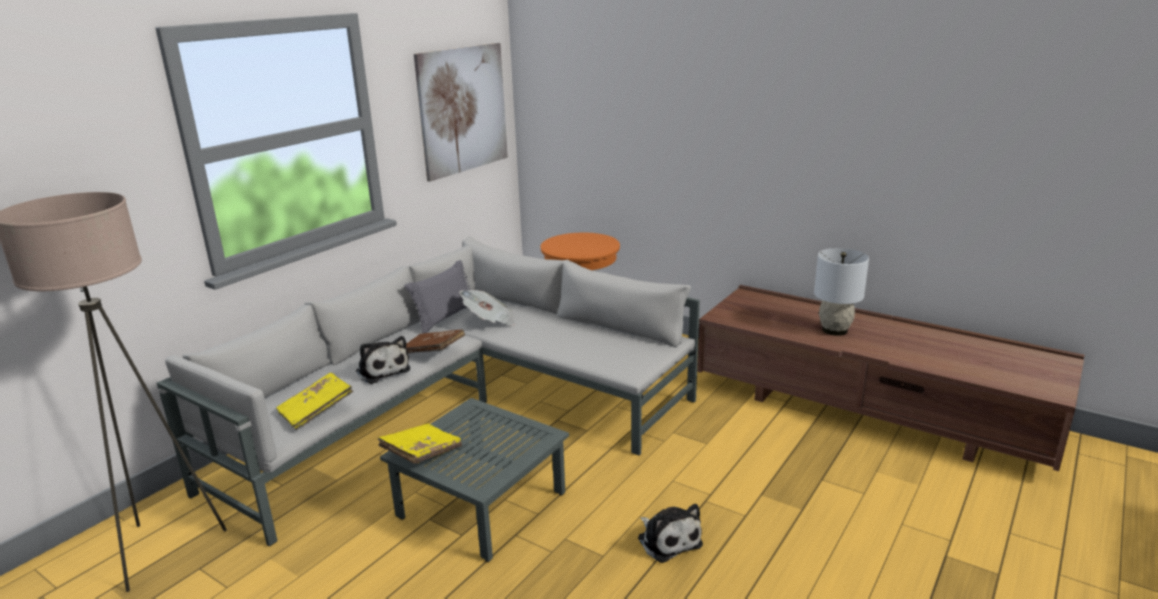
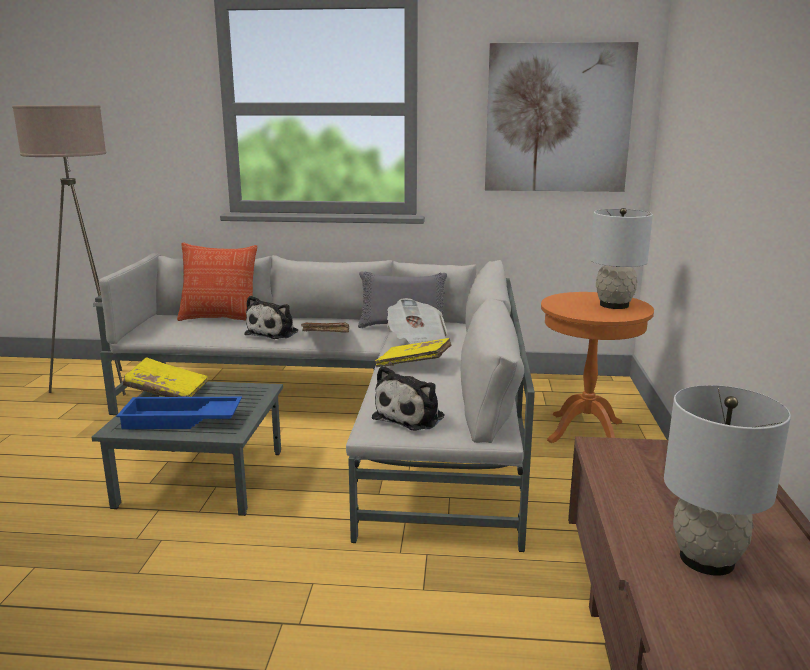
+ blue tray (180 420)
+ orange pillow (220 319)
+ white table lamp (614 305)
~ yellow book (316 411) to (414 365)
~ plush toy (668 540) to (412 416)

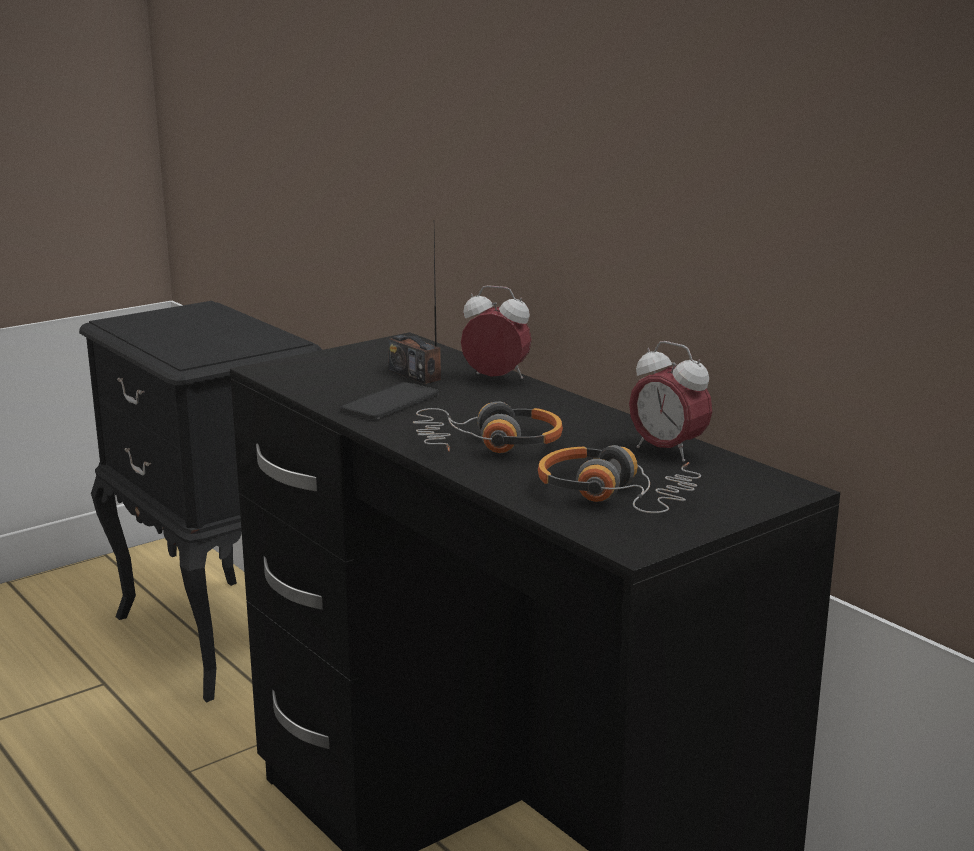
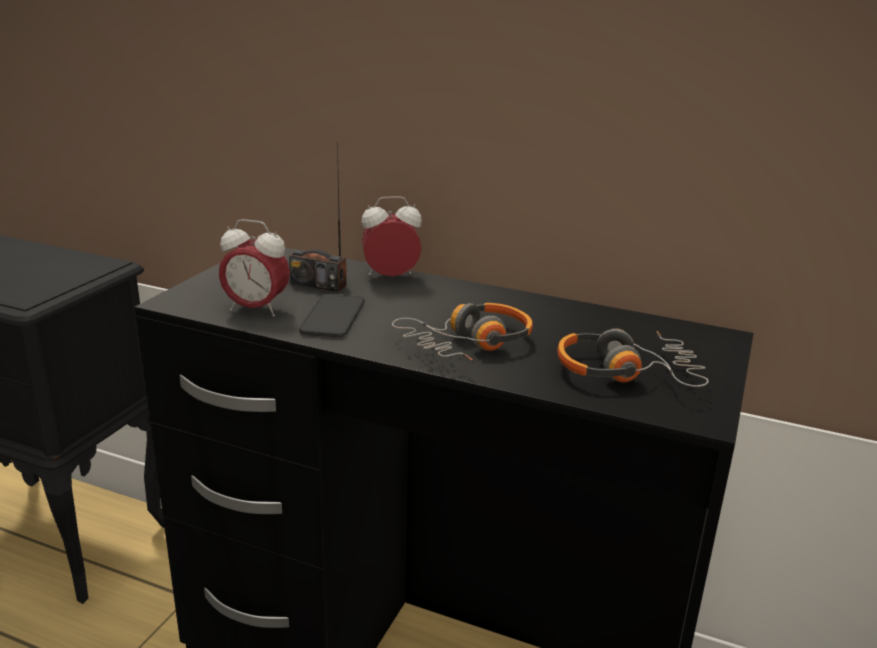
~ alarm clock (667 451) to (256 309)

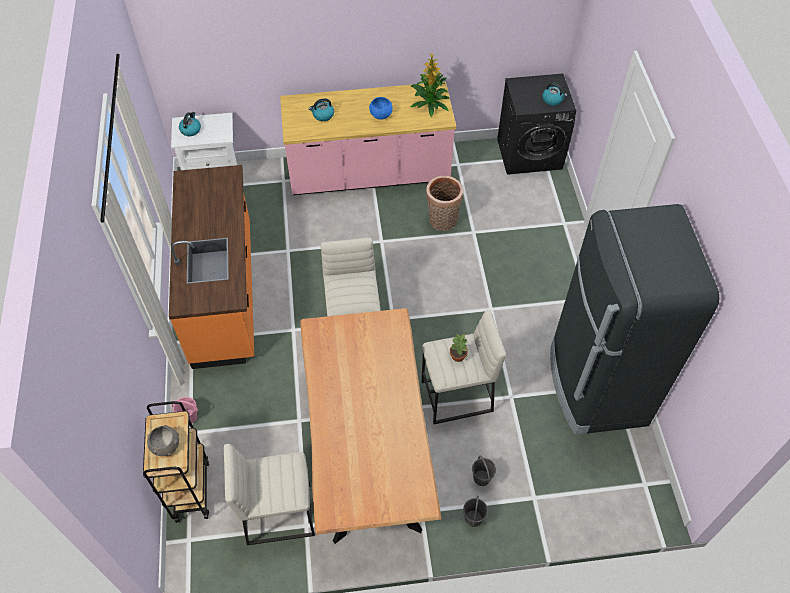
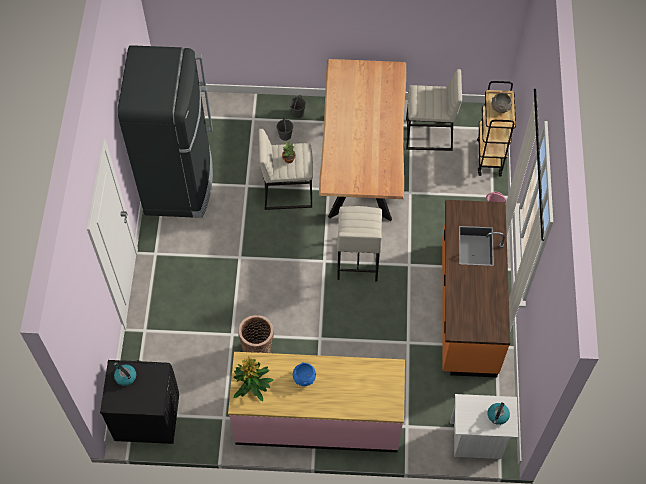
- kettle (323 115)

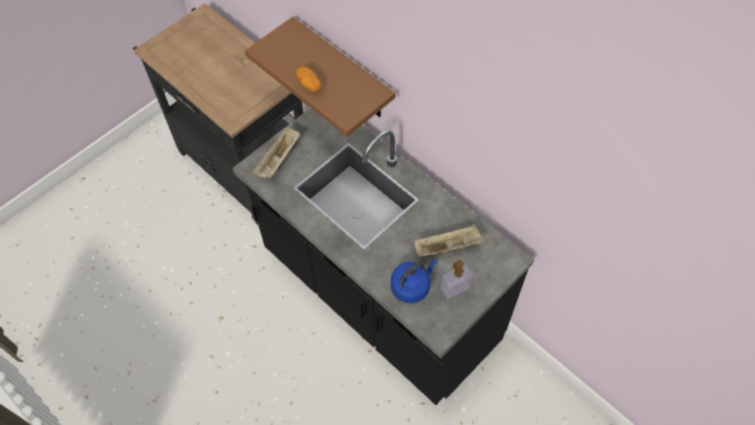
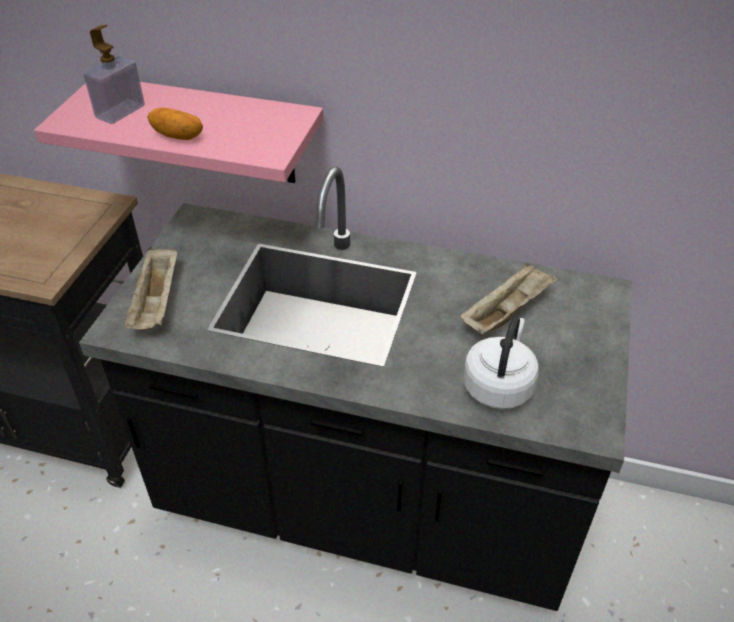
~ soap dispenser (455 288) to (120 112)
~ brown shelf (343 71) to pink shelf (211 131)
~ blue kettle (412 286) to white kettle (499 385)

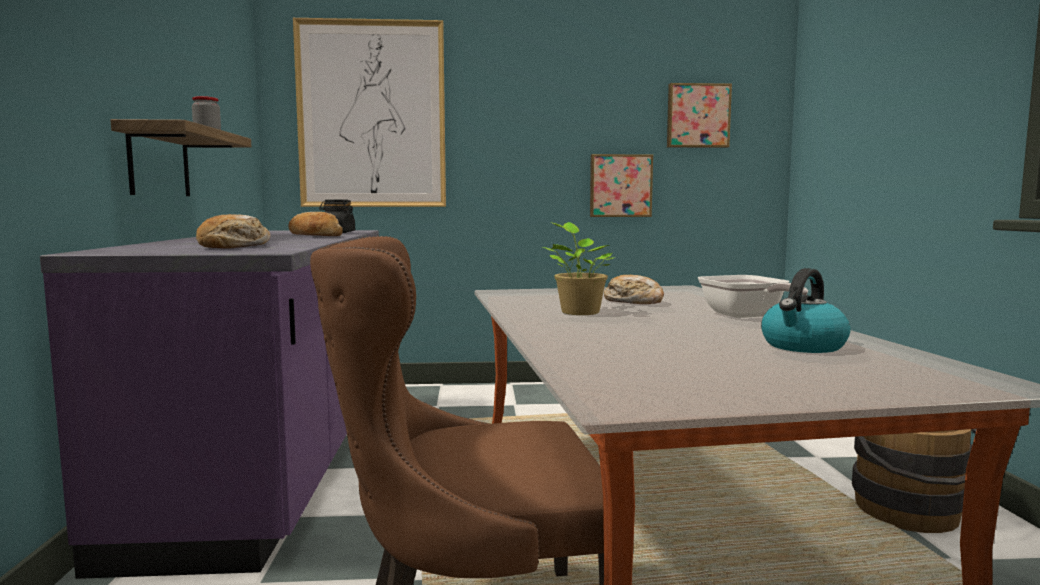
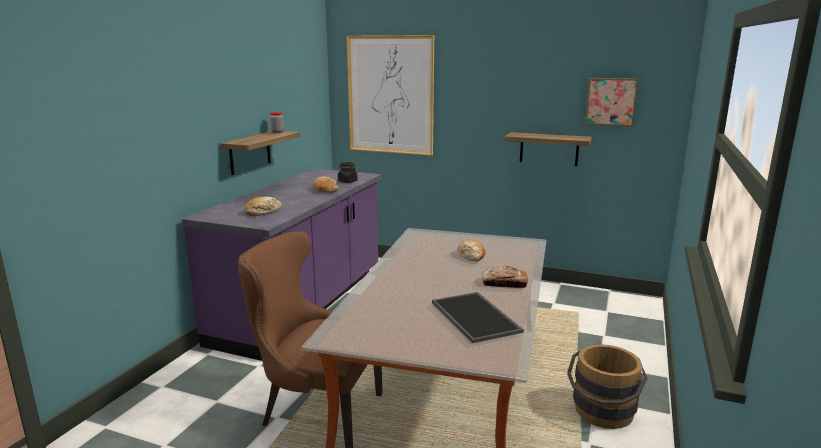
- potted plant (579 312)
~ picture (620 186) to shelf (549 149)
~ frying pan (746 316) to bread (504 283)
~ kettle (803 346) to tray (477 317)

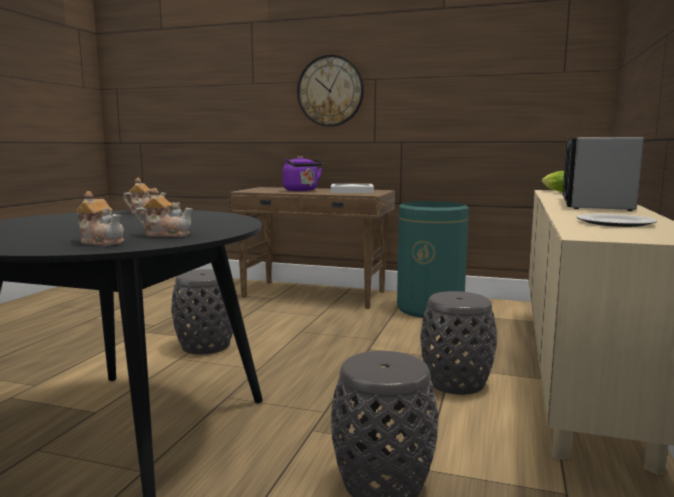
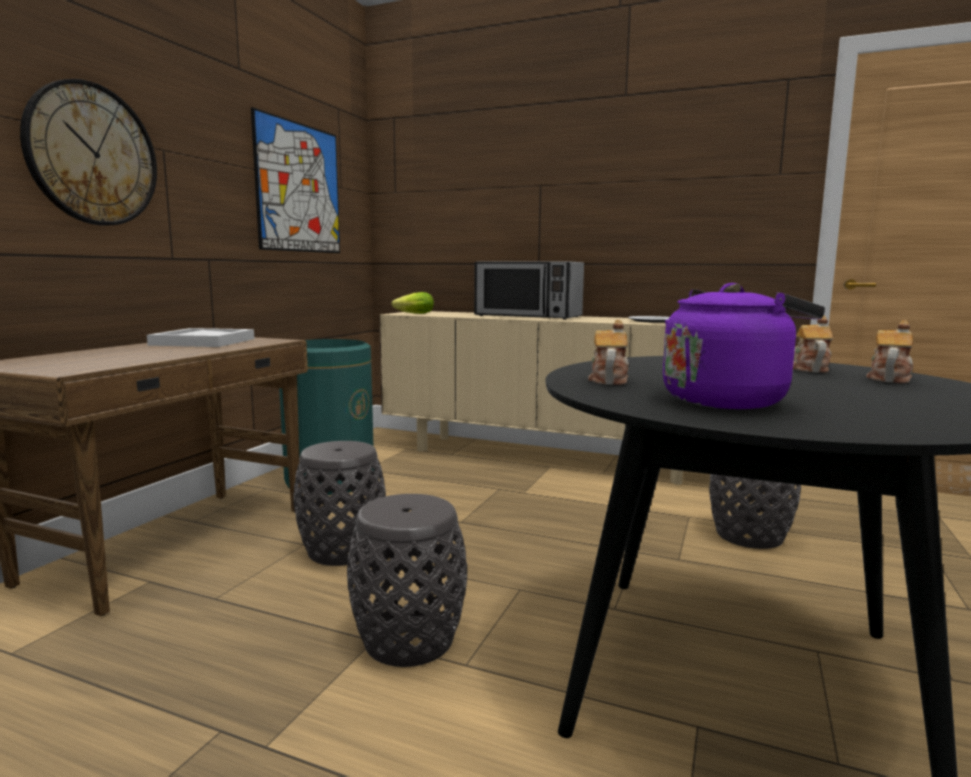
+ picture (299 188)
~ purple kettle (302 190) to (728 400)
~ grey stool (456 383) to (342 551)

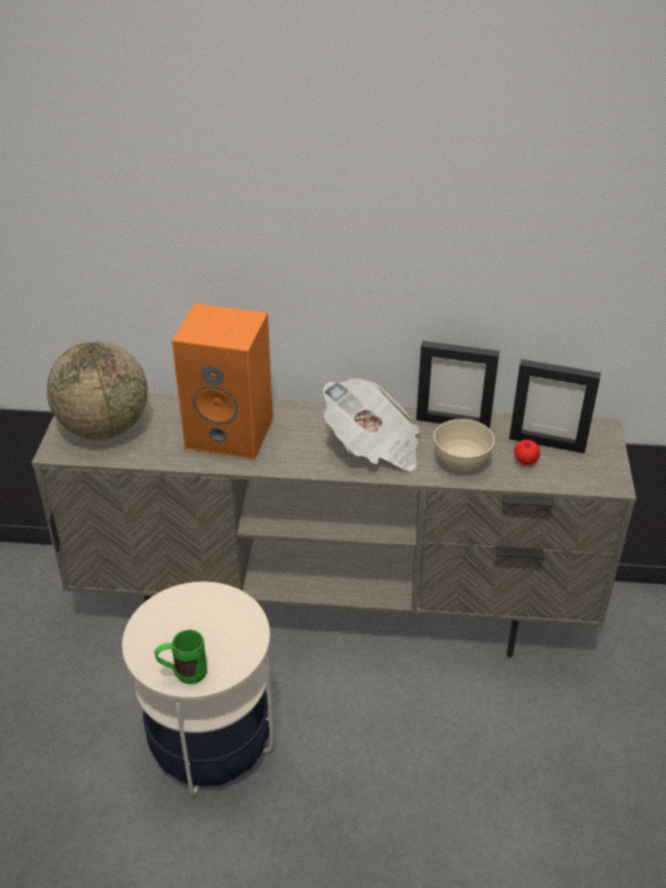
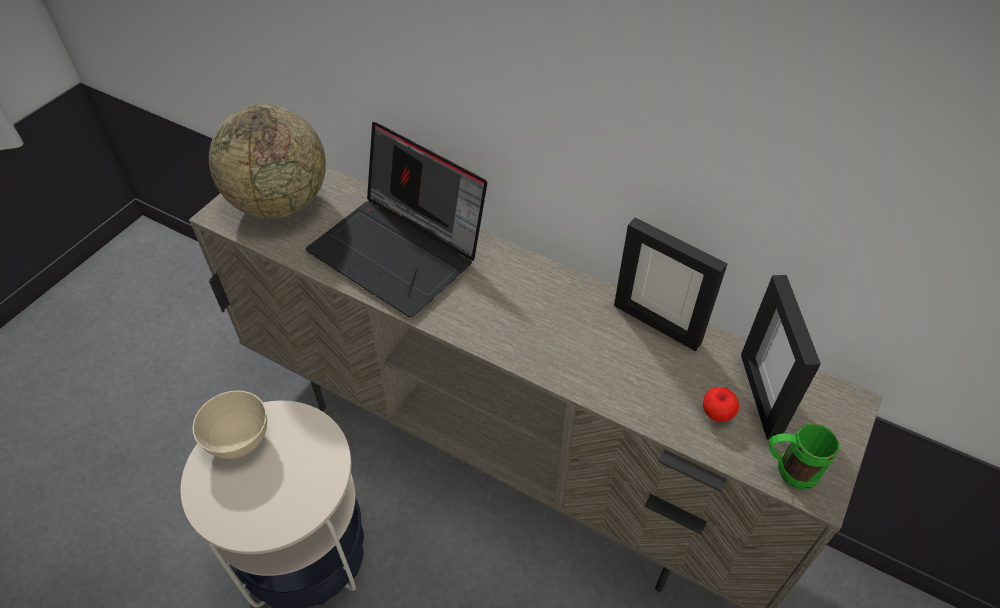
- newspaper (373 446)
~ green mug (183 674) to (787 471)
~ beige bowl (461 462) to (240 441)
~ orange speaker (232 433) to laptop (400 252)
~ picture frame (547 442) = (762 395) 45 degrees clockwise

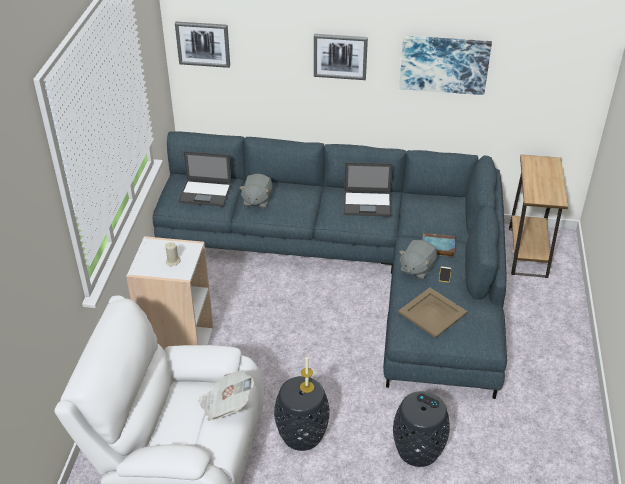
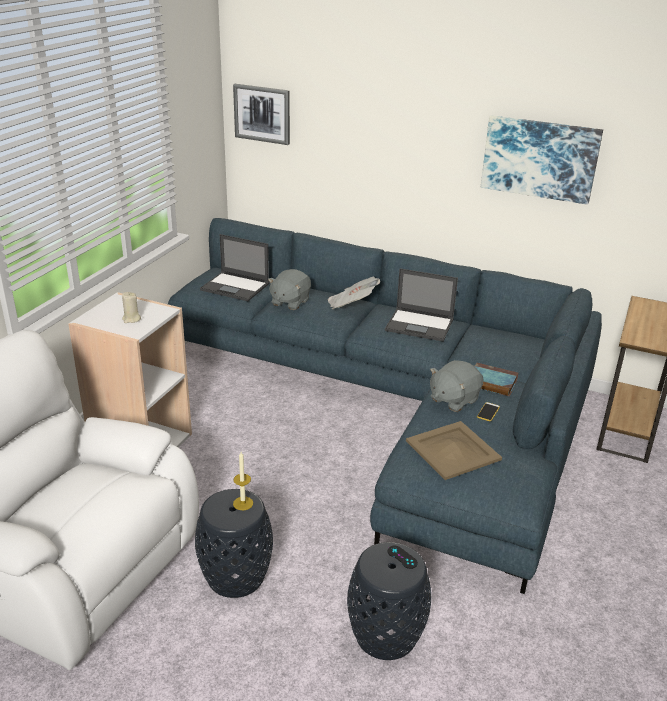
- picture (340 56)
~ newspaper (226 404) to (351 305)

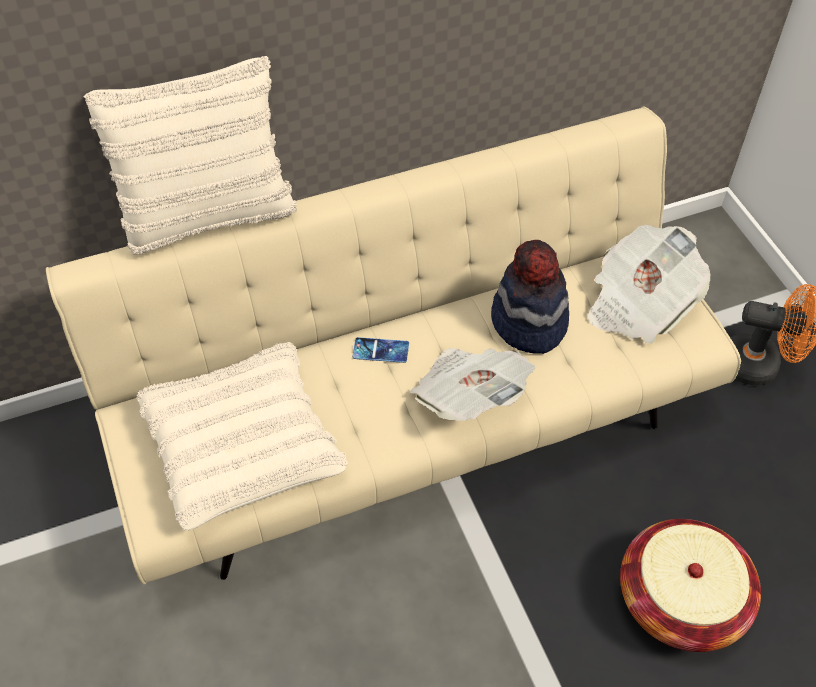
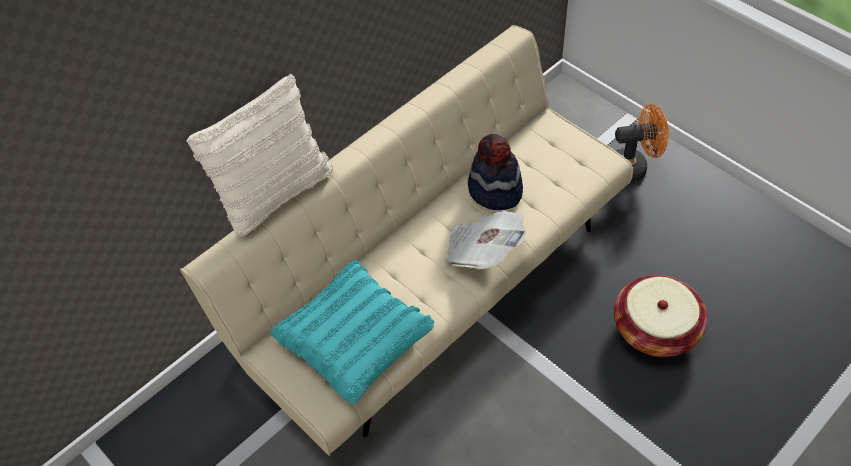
- phone (381 350)
- newspaper (639 303)
~ beige pillow (243 444) to turquoise pillow (355 338)

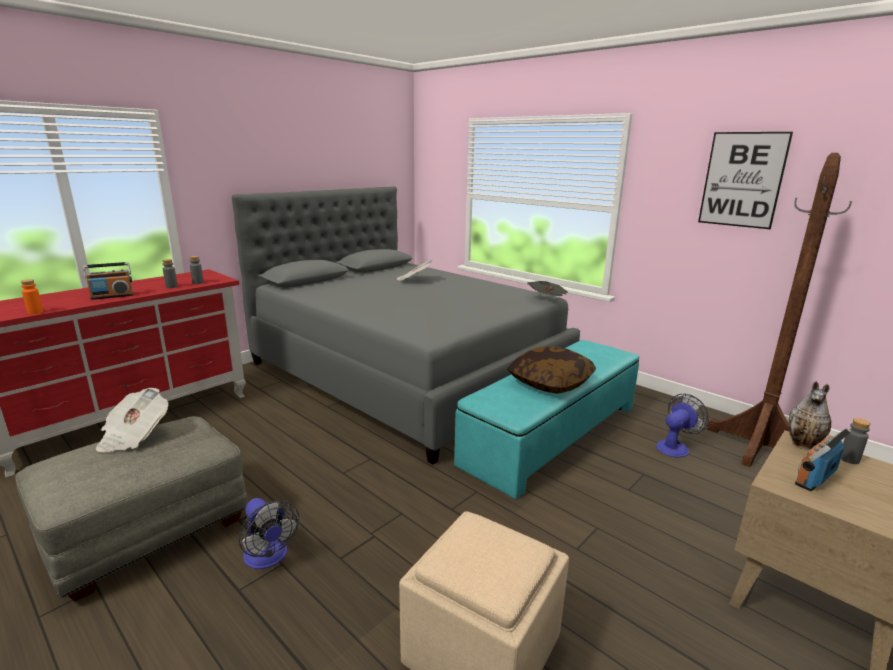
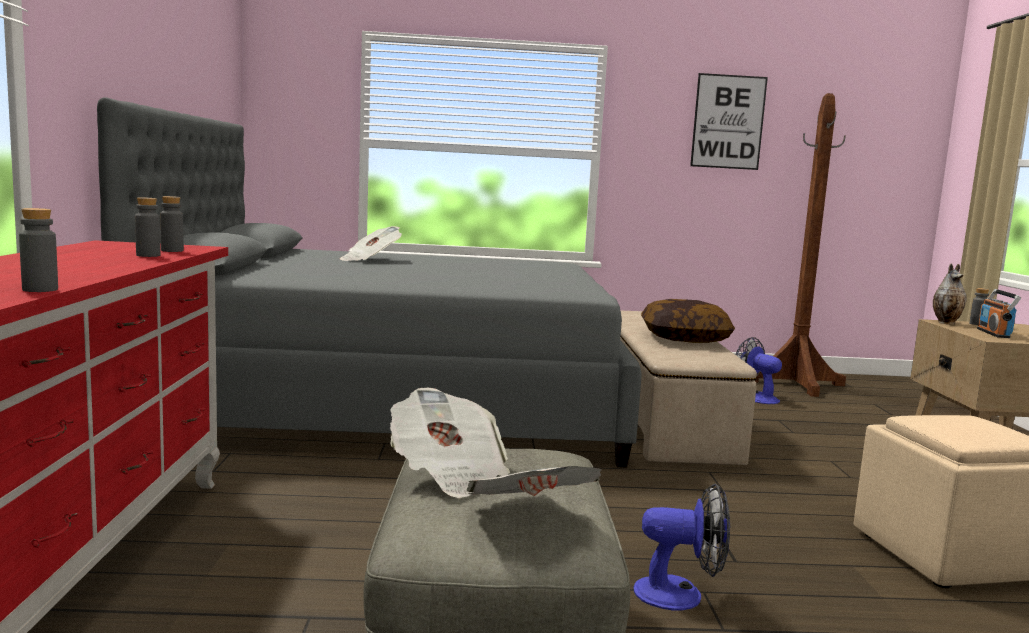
- radio (112 296)
~ newspaper (547 300) to (530 518)
~ orange bottle (35 312) to grey bottle (40 289)
~ turquoise bench (552 433) to beige bench (660 414)
~ fan (675 446) = (756 397) 45 degrees counterclockwise

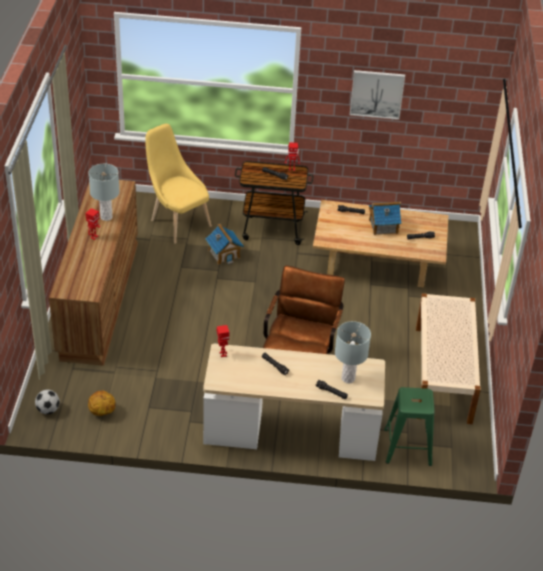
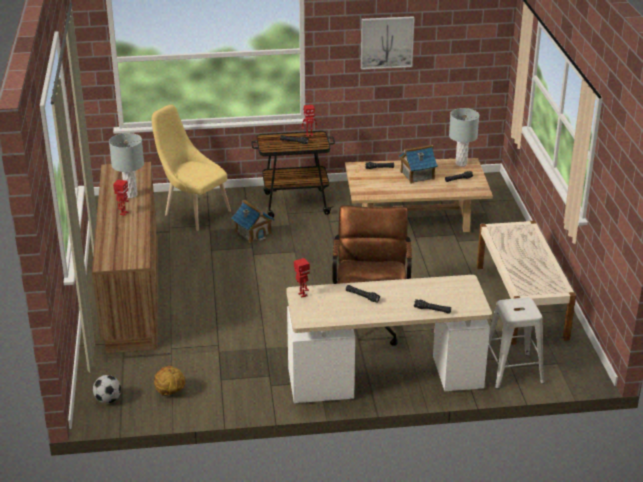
~ grey table lamp (348 378) to (461 163)
~ green stool (407 447) to white stool (512 370)

